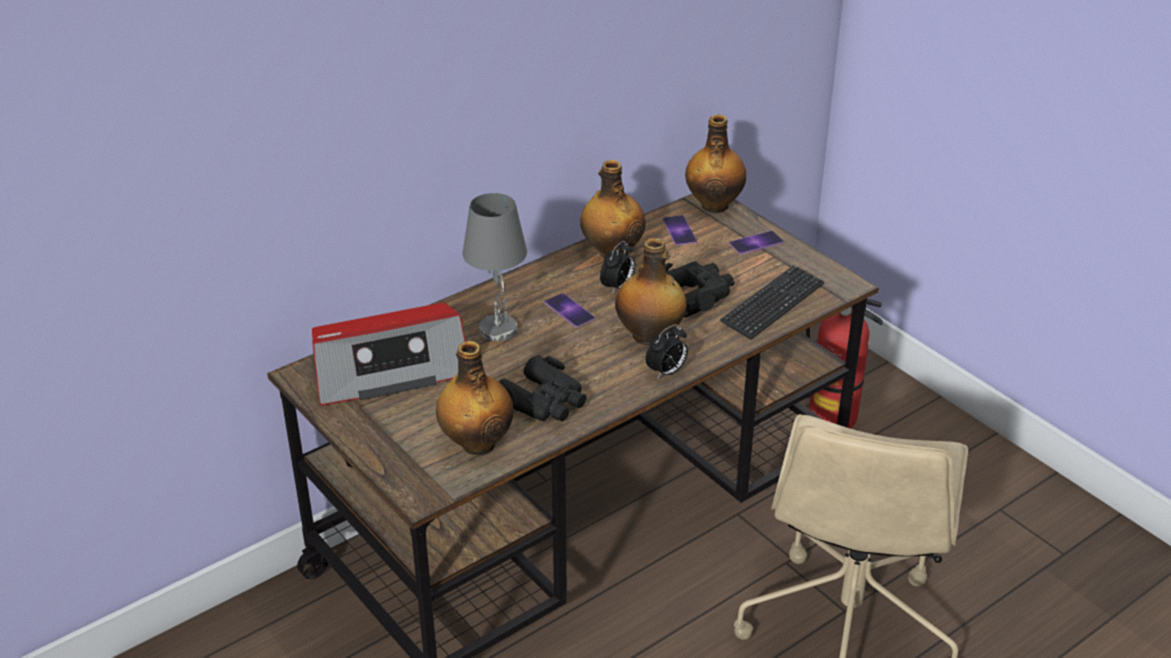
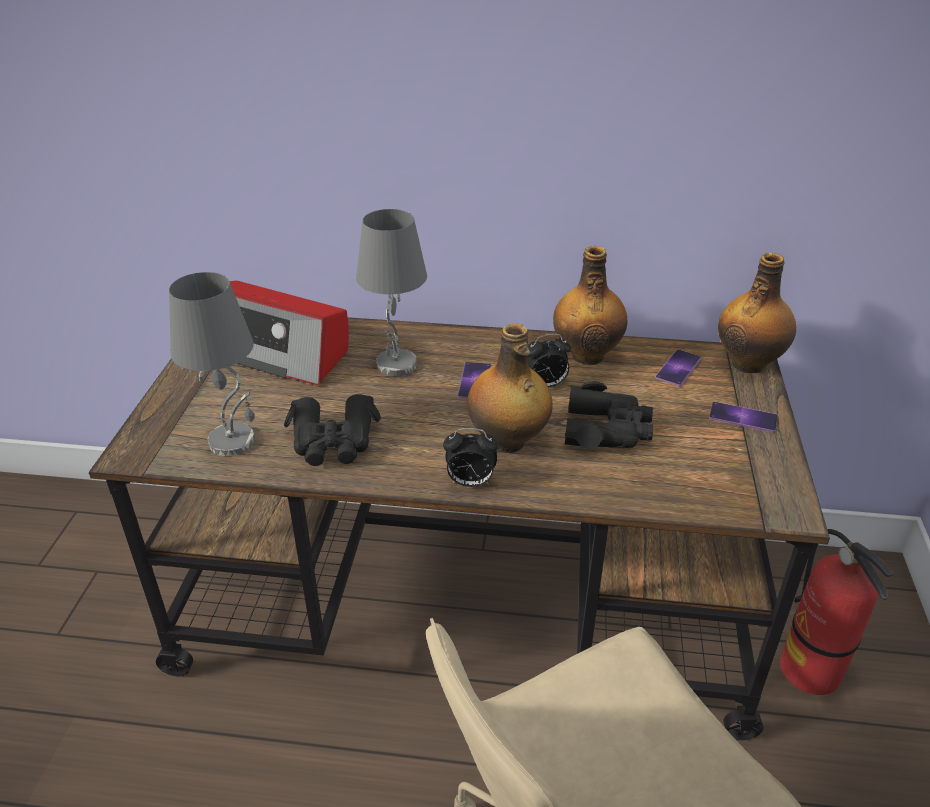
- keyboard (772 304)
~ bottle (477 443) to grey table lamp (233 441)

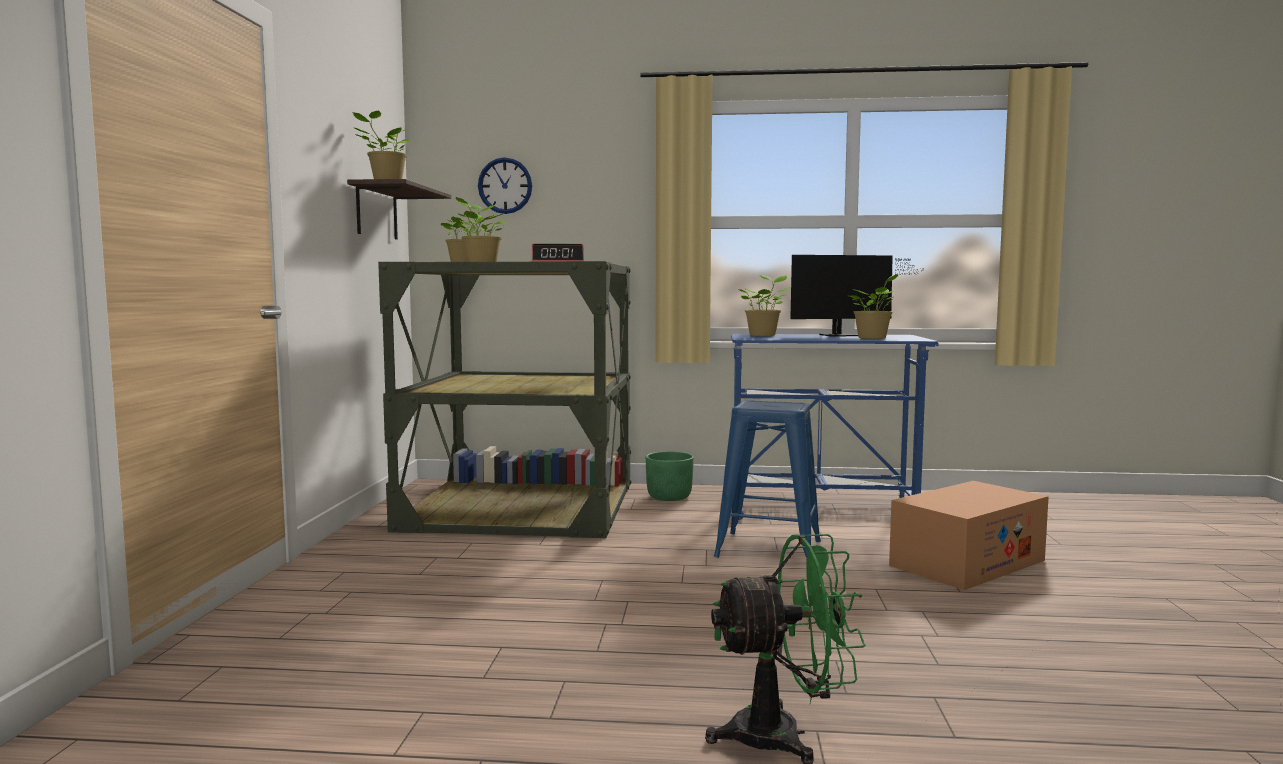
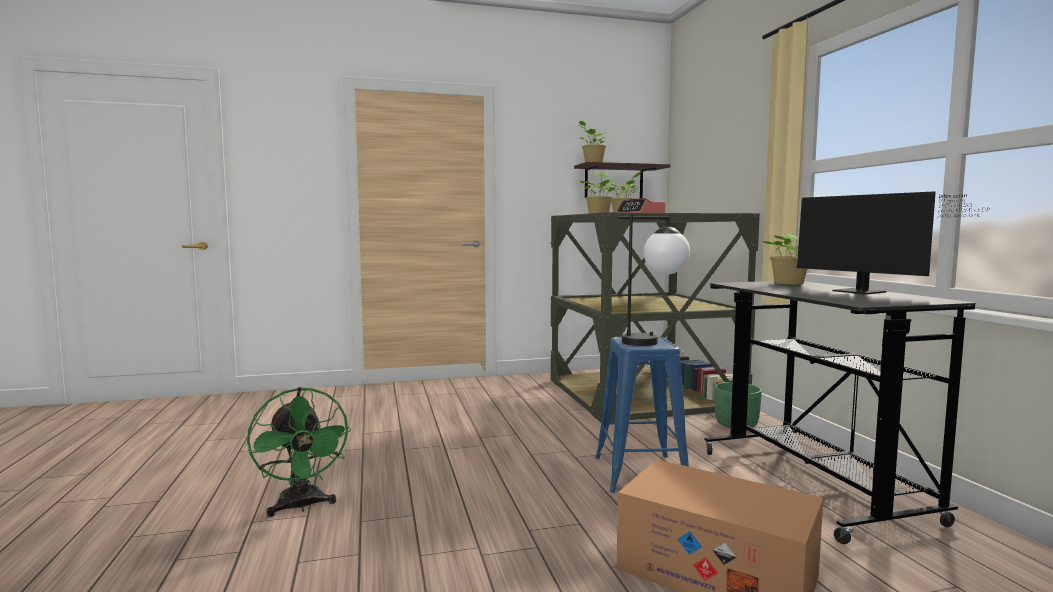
- wall clock (505 185)
- potted plant (873 338)
+ table lamp (654 342)
~ blue desk (823 508) to black desk (813 485)

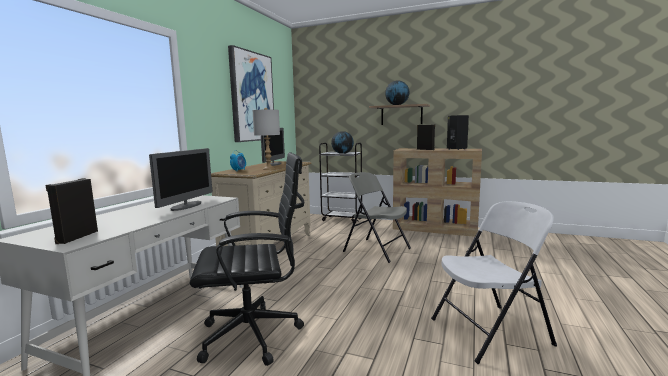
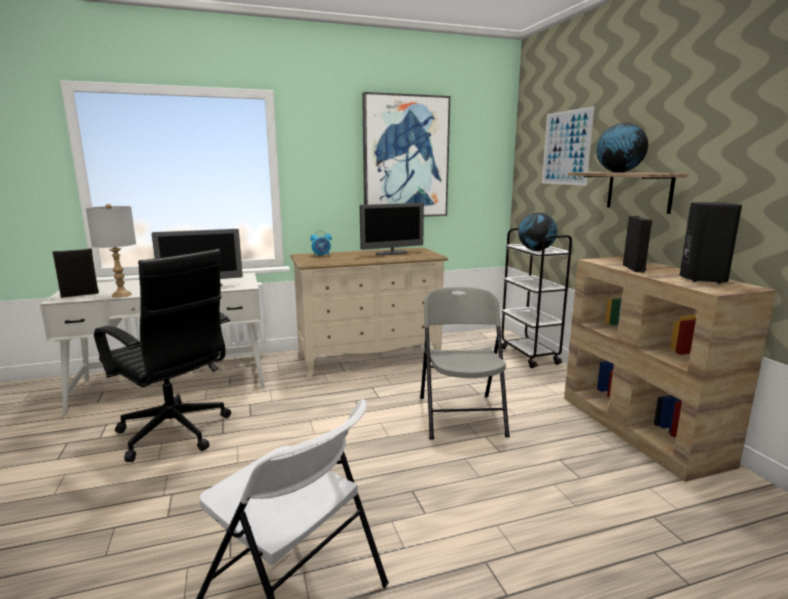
+ picture (566 148)
~ grey table lamp (268 169) to (121 295)

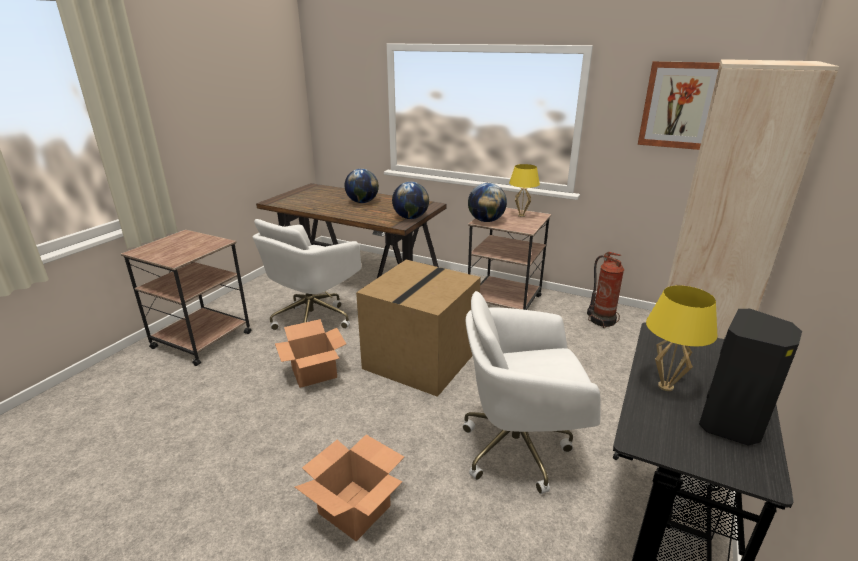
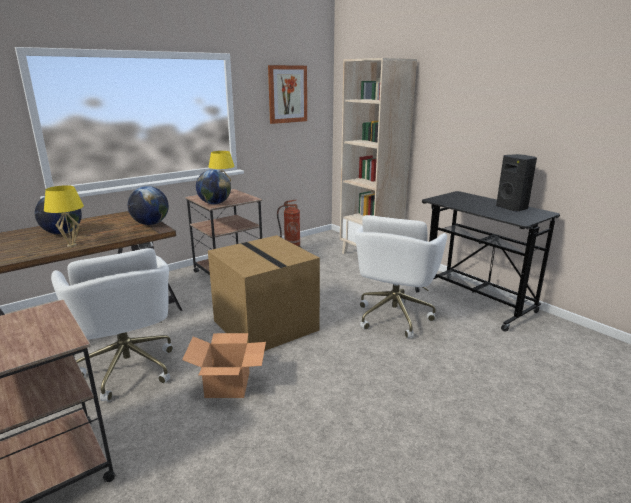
- cardboard box (353 509)
~ yellow table lamp (665 386) to (71 245)

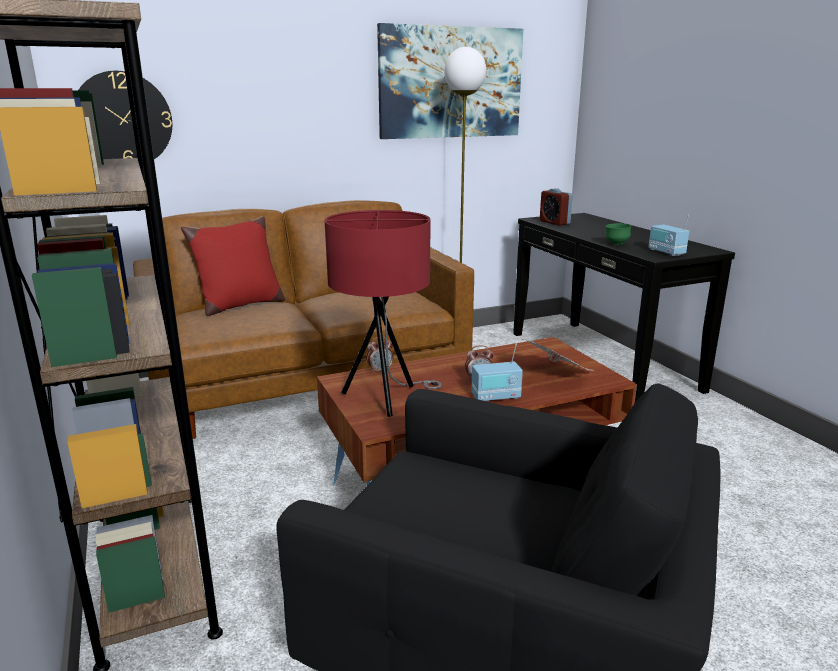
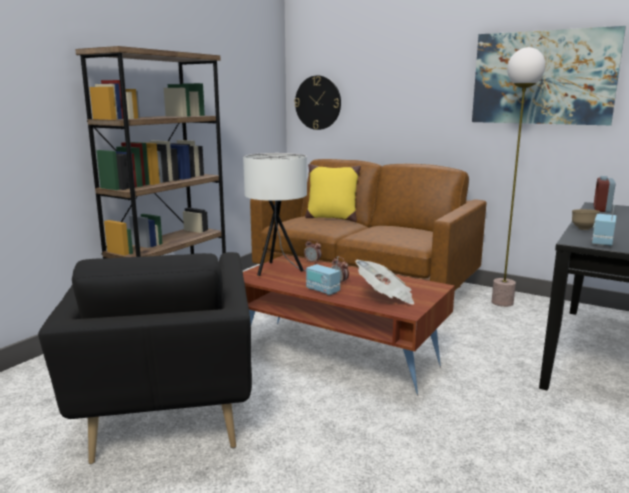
~ red pillow (239 305) to yellow pillow (331 218)
~ red table lamp (386 399) to white table lamp (280 271)
~ green bowl (616 244) to brown bowl (583 229)

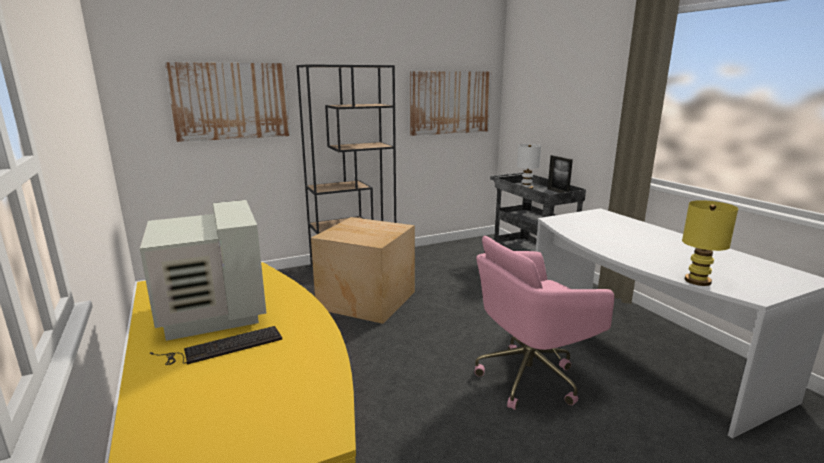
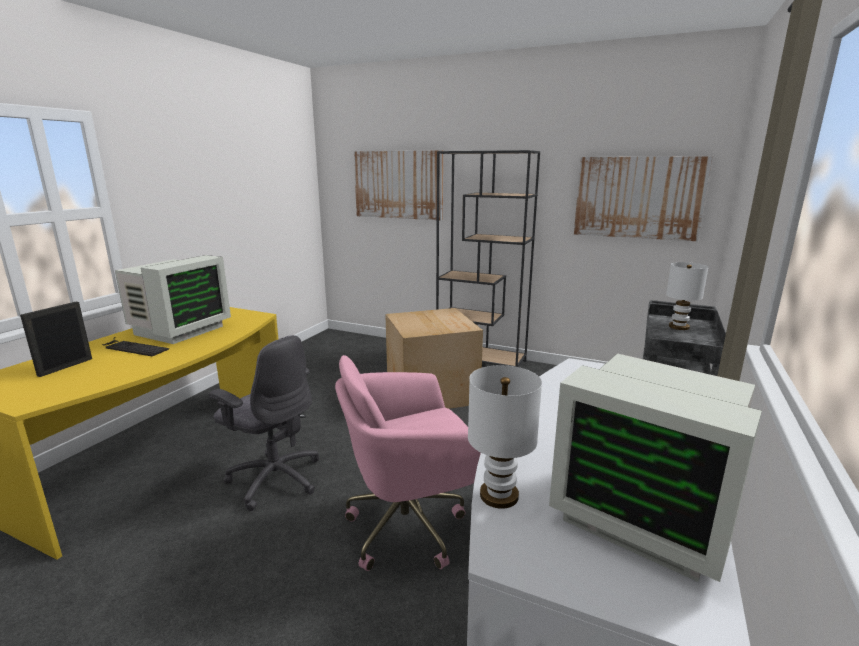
+ grey office chair (275 478)
+ monitor (644 512)
~ picture frame (557 192) to (65 367)
~ yellow table lamp (696 280) to white table lamp (498 495)
~ pink office chair (531 378) = (411 528) 45 degrees counterclockwise

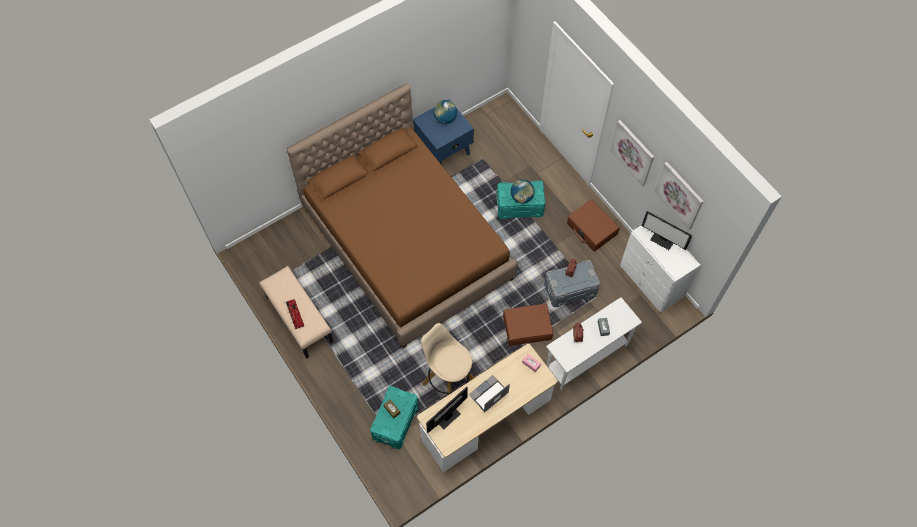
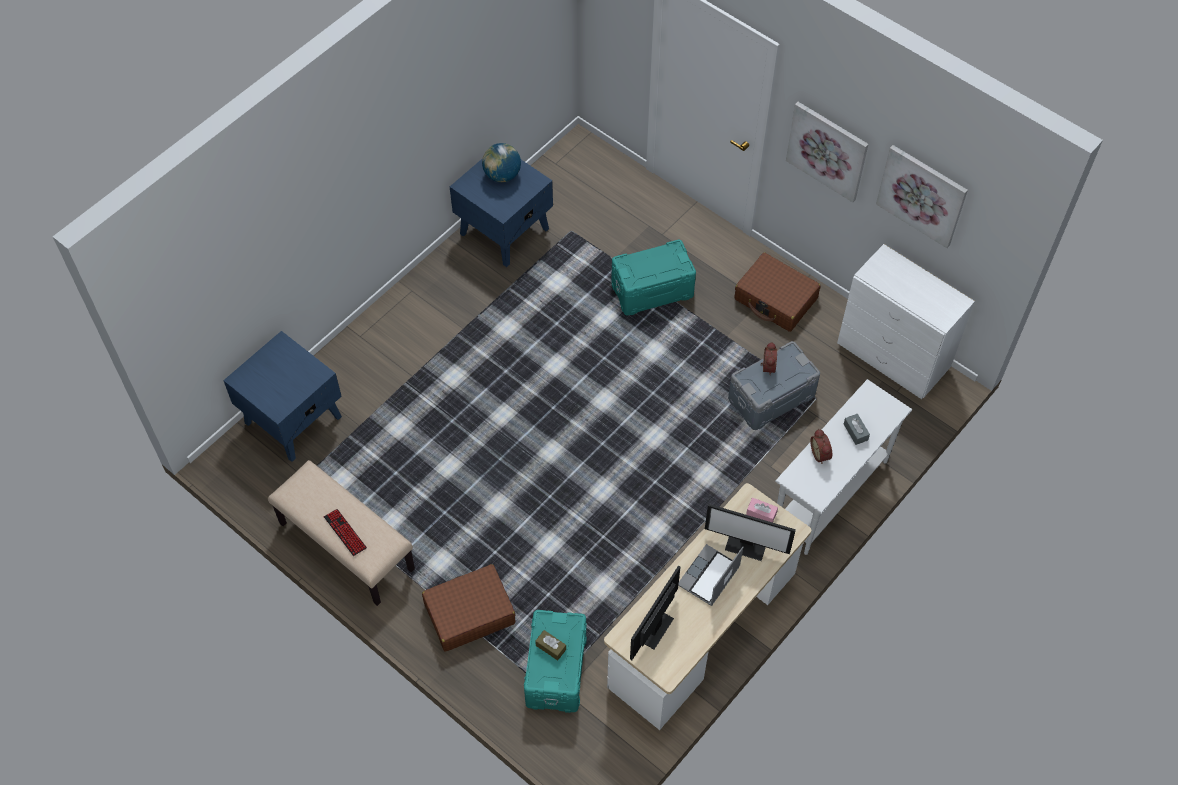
- brown bed (407 243)
- beige stool (448 381)
- globe (521 197)
+ blue nightstand (294 419)
~ brown suitcase (527 327) to (469 613)
~ monitor (663 240) to (746 545)

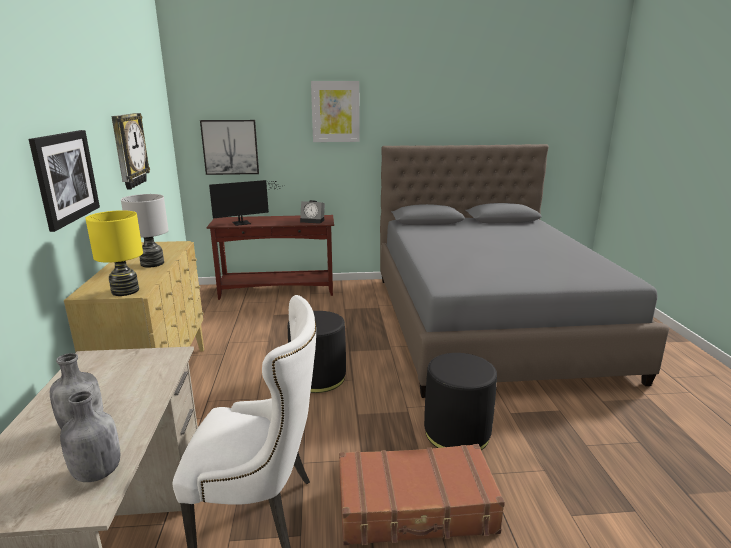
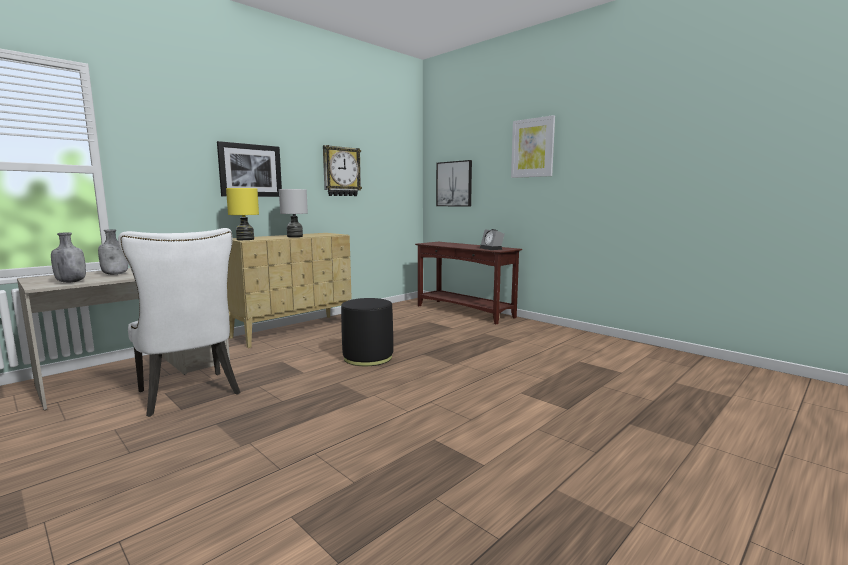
- monitor (244 223)
- brown suitcase (416 508)
- grey bed (488 322)
- black ottoman (457 433)

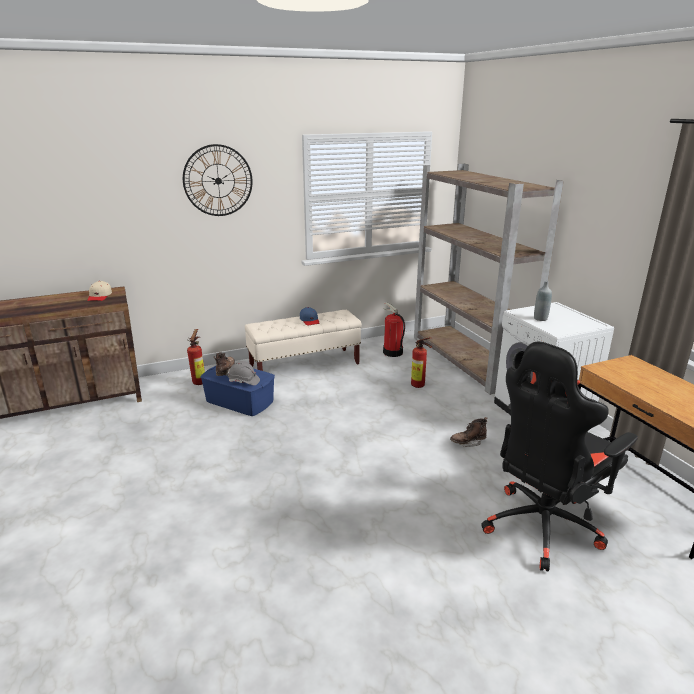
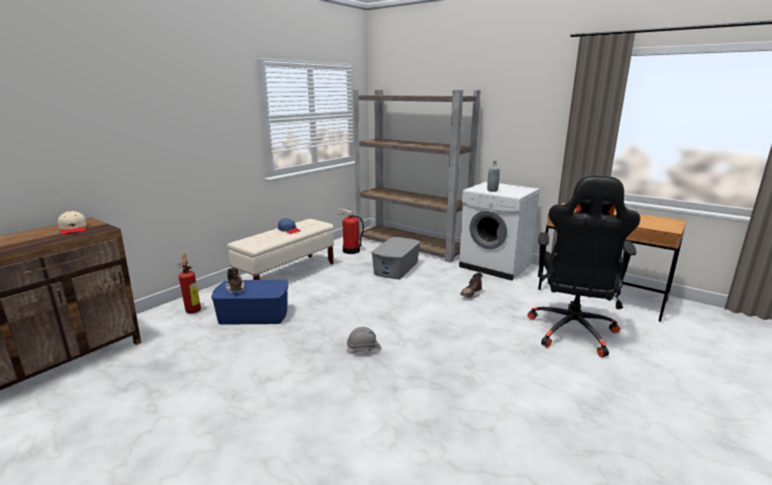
- wall clock (218 181)
~ grey hard hat (244 381) to (364 349)
~ fire extinguisher (419 386) to grey storage box (396 268)

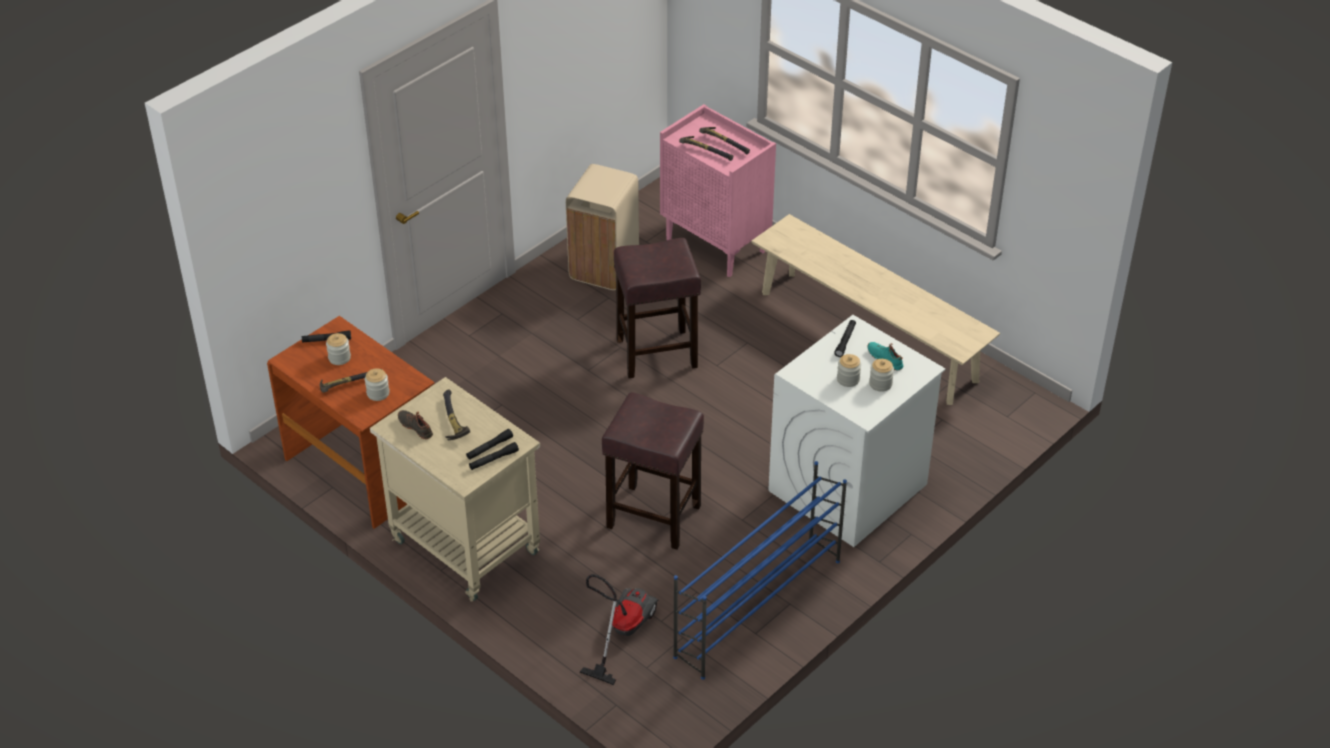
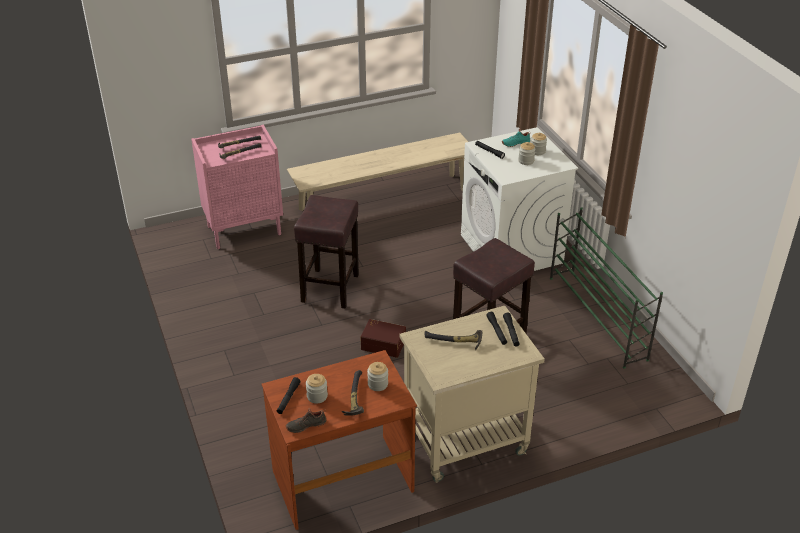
- beige trash can (603 268)
- vacuum cleaner (621 631)
+ brown storage box (383 343)
~ black shoe (416 427) to (306 425)
~ blue shoe rack (757 608) to green shoe rack (597 318)

